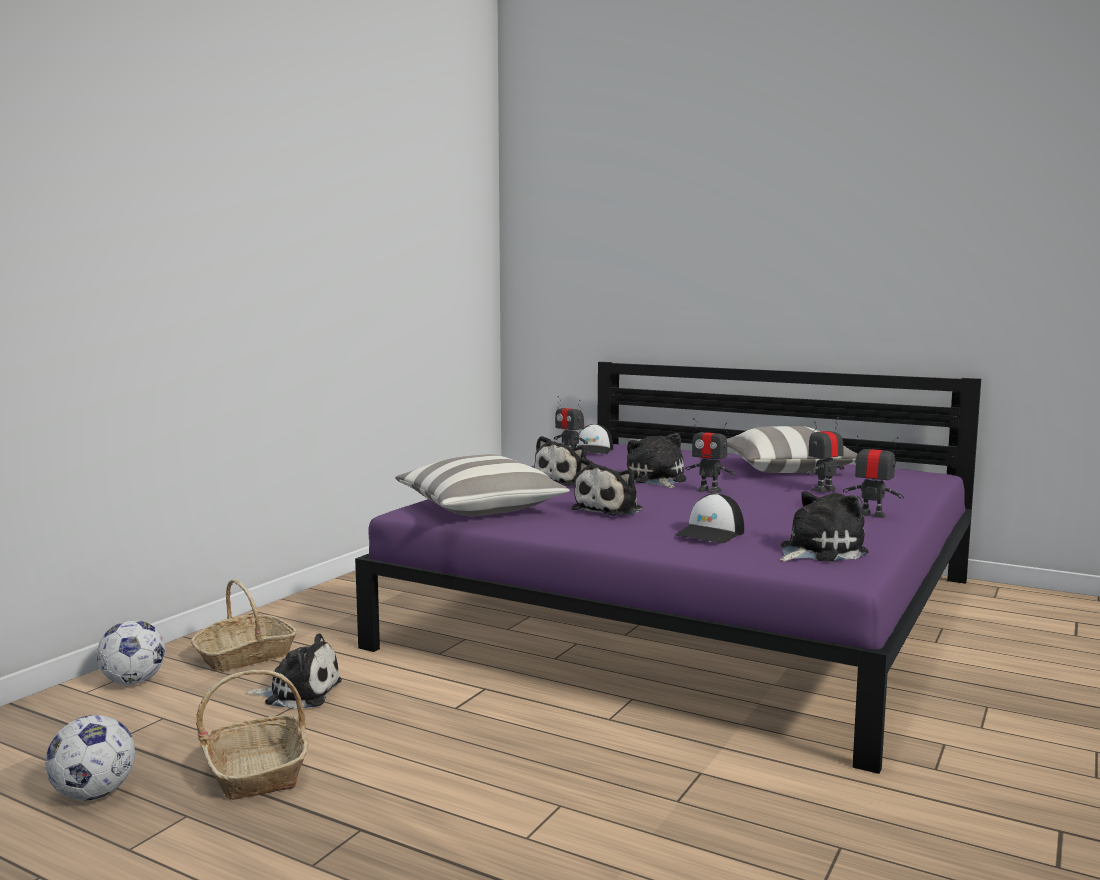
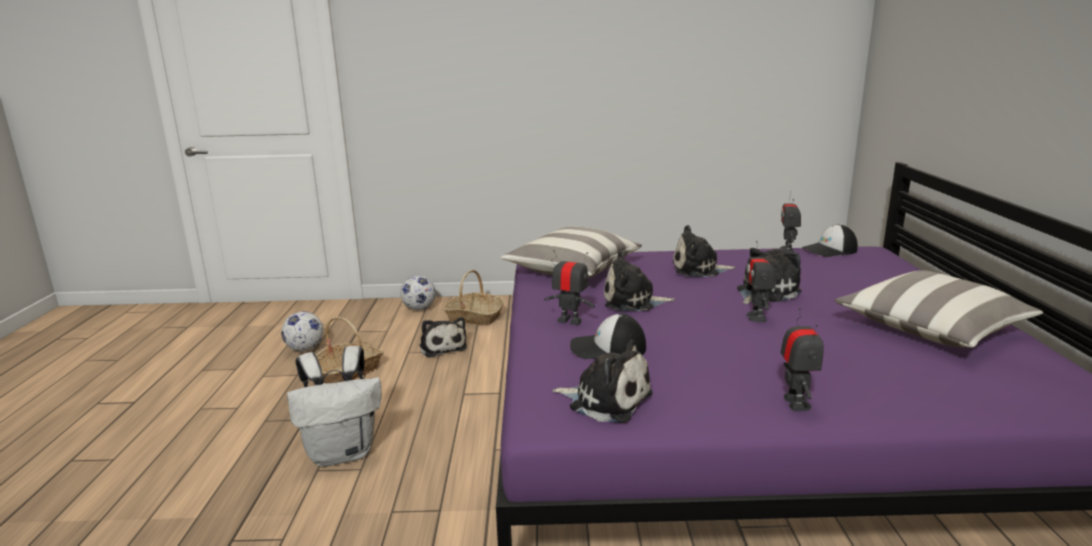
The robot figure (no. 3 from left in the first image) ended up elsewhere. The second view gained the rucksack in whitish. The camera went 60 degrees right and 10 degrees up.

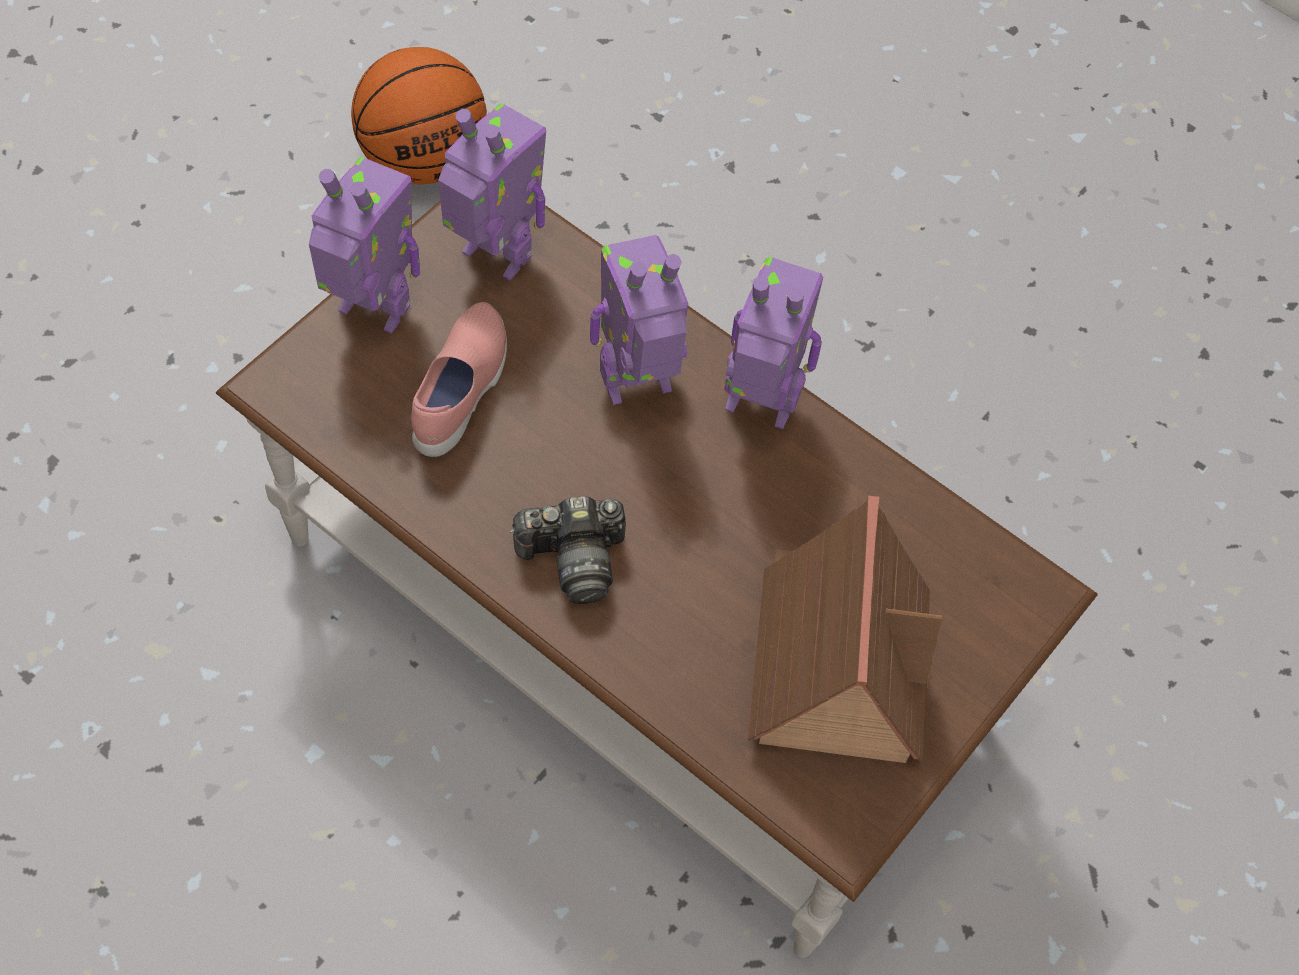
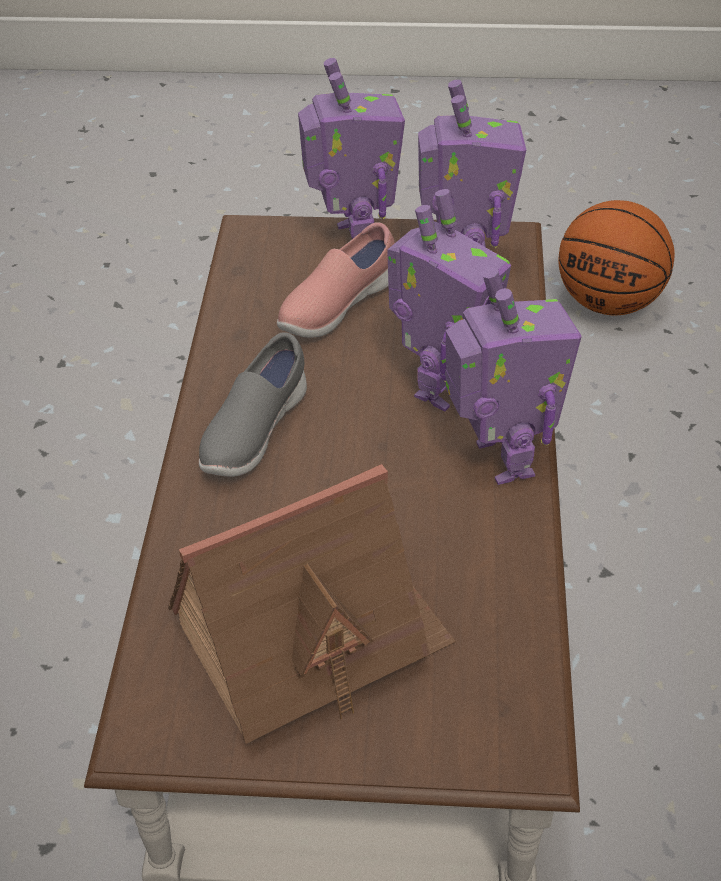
The robot figure (no. 3 from left in the first image) ended up facing another way, 90 degrees clockwise from before. The shoe in pink-coloured ended up facing another way, 150 degrees clockwise from before. Where the photo camera stood, the shoe in grey came to stand. The camera went 60 degrees right and 15 degrees down.

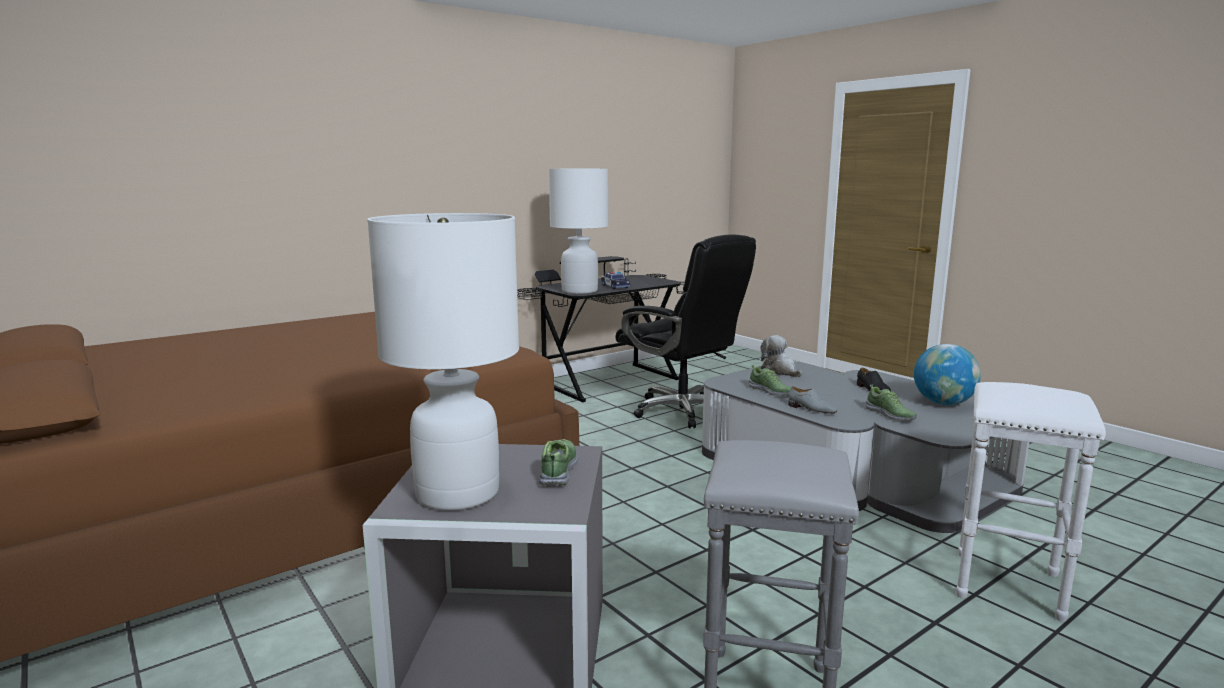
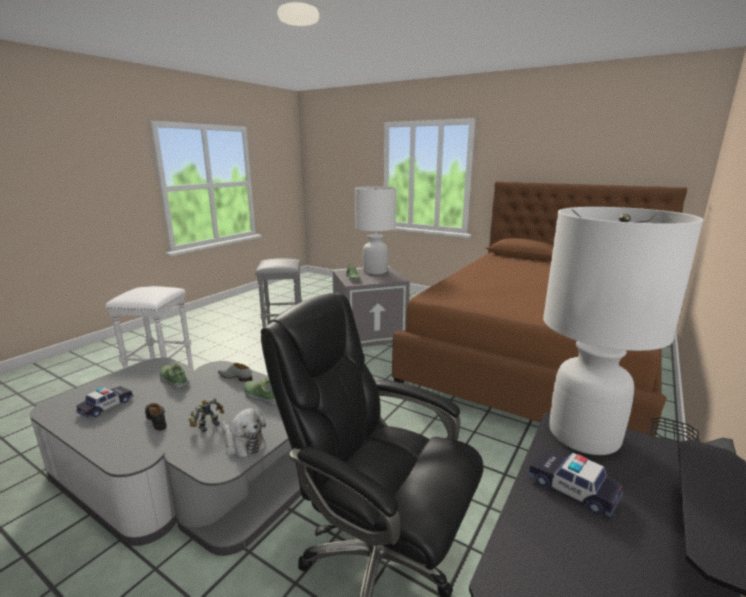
Where the desk globe stood, the model car (no. 1 from left) came to stand. The second view gained the robot figure. The camera went 160 degrees right and 5 degrees up.

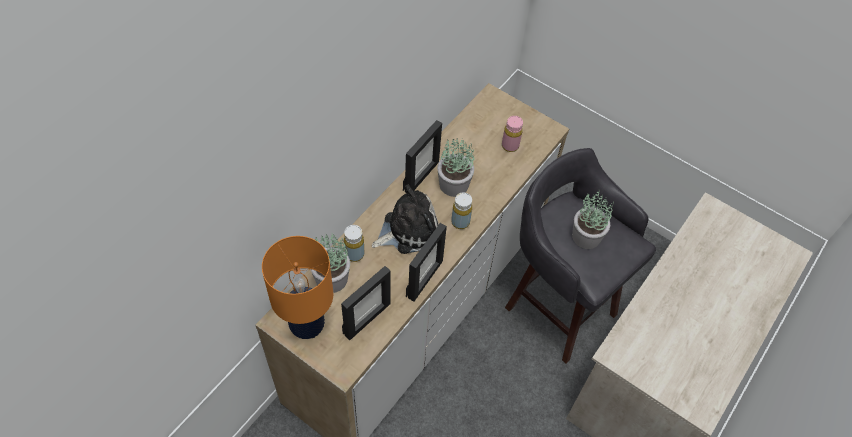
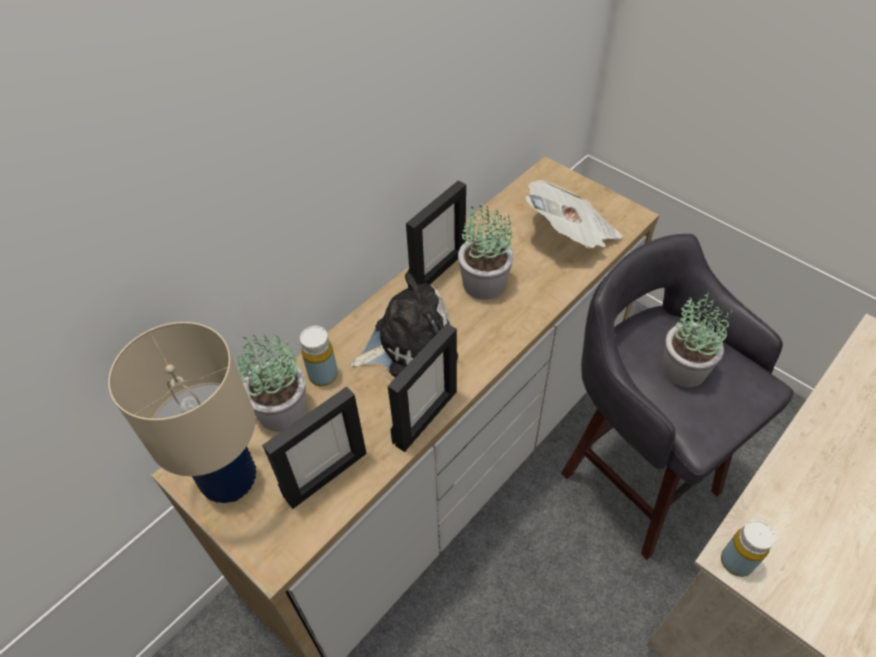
Where the drink bottle in pink-coloured stood, the daily paper came to stand. The drink bottle in yellow-coloured (no. 2 from left) ended up elsewhere. What was the table lamp in orange turned into the table lamp in sand-coloured. The camera went 10 degrees right and 5 degrees down.

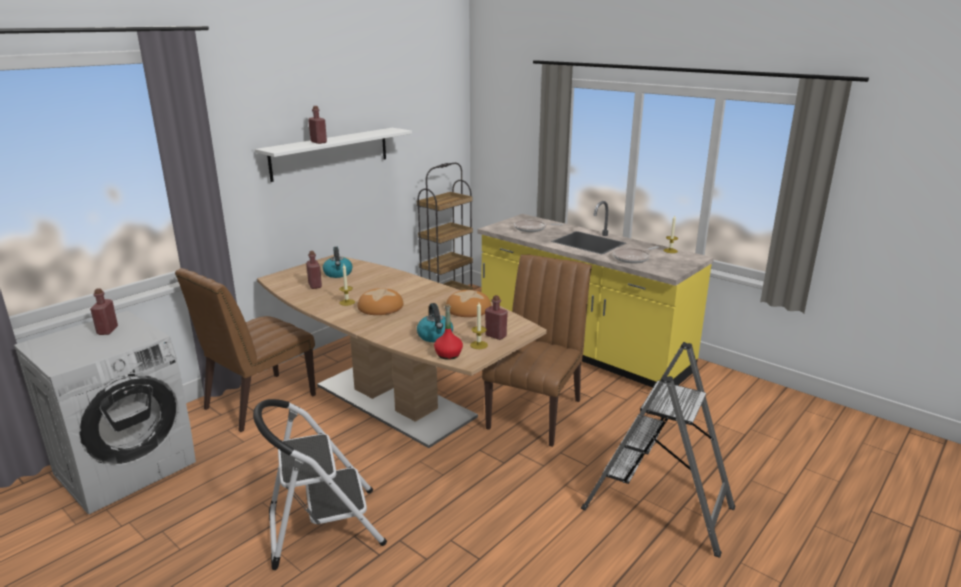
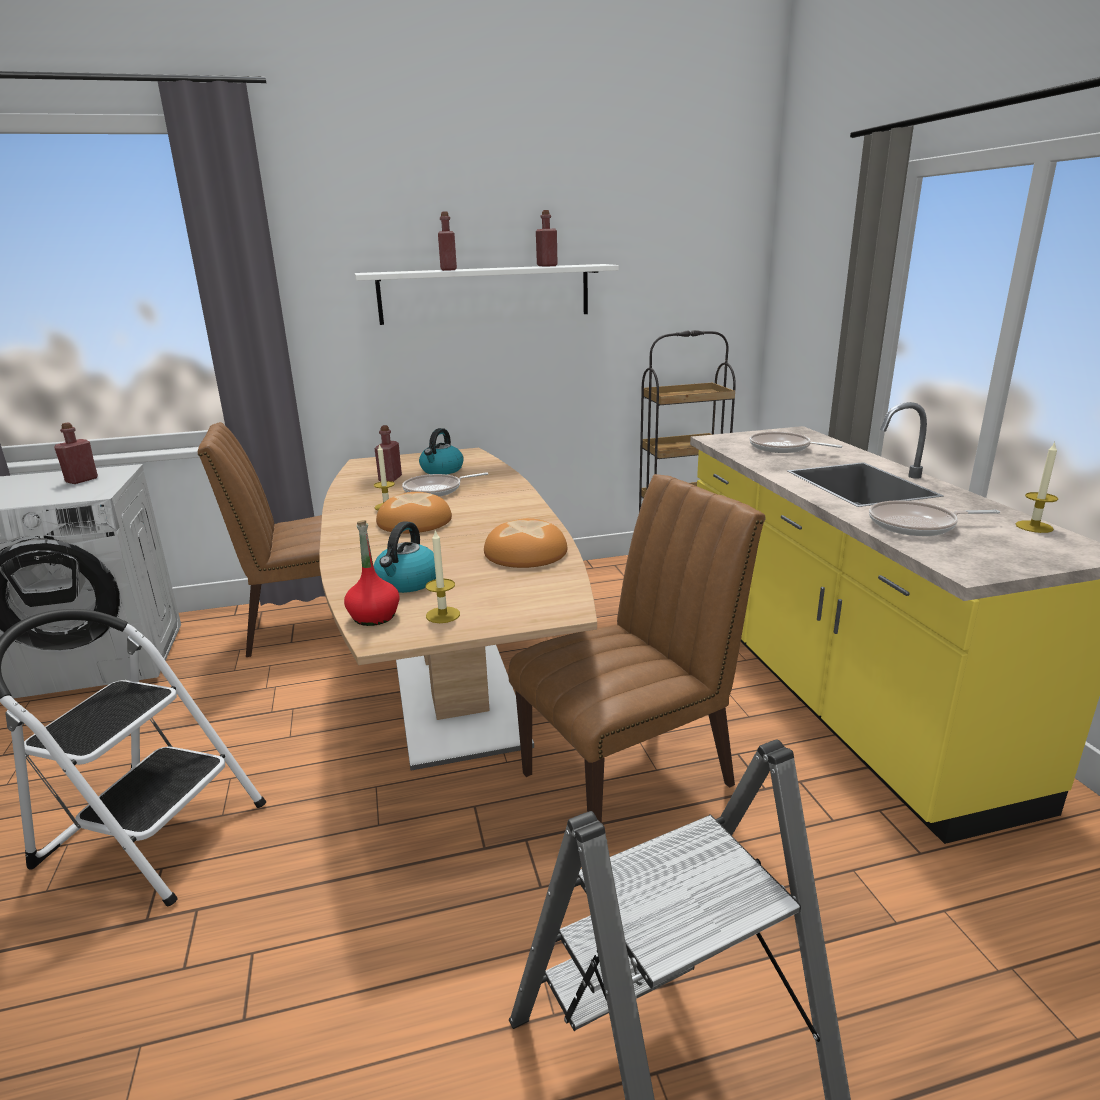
The drink bottle in red (no. 5 from left) ended up elsewhere. The second view gained the skillet (no. 1 from left). The camera went 35 degrees right and 0 degrees up.

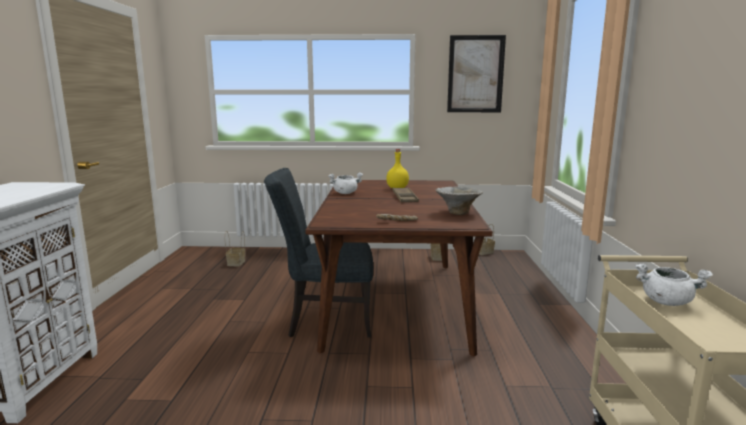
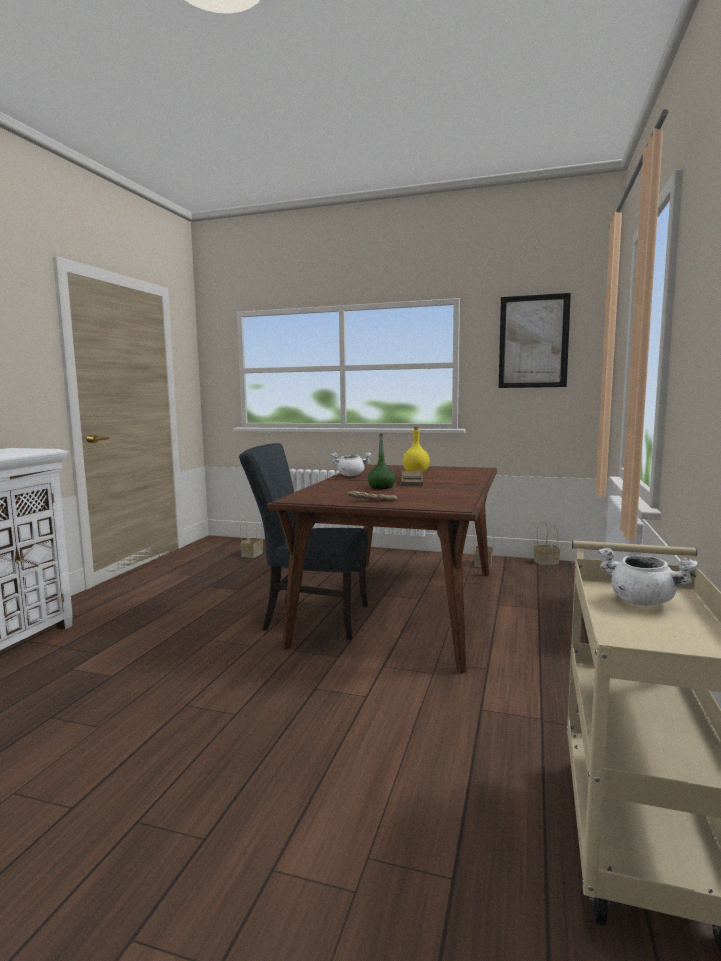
The second view lost the serving bowl. The second view gained the drink bottle in greenish. The camera went 15 degrees right and 5 degrees down.

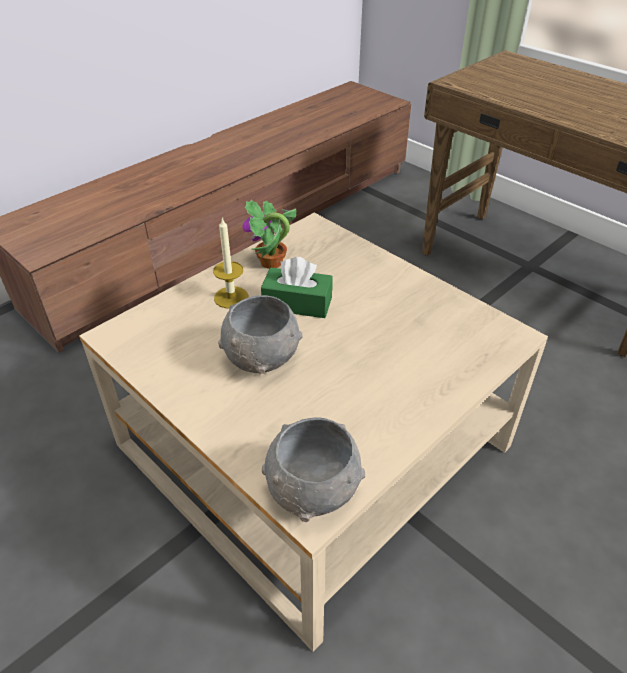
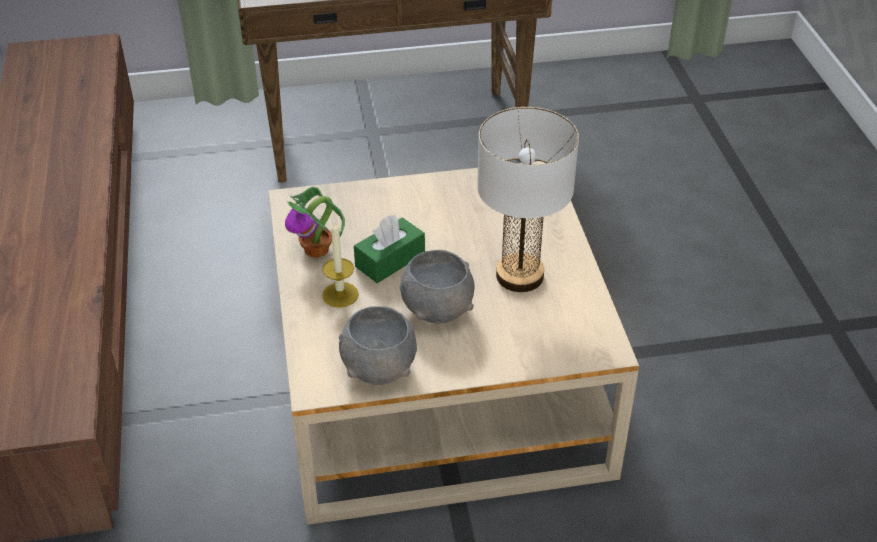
The serving bowl in grey (no. 2 from left in the first image) ended up elsewhere. The second view gained the table lamp. The camera went 55 degrees left and 0 degrees up.

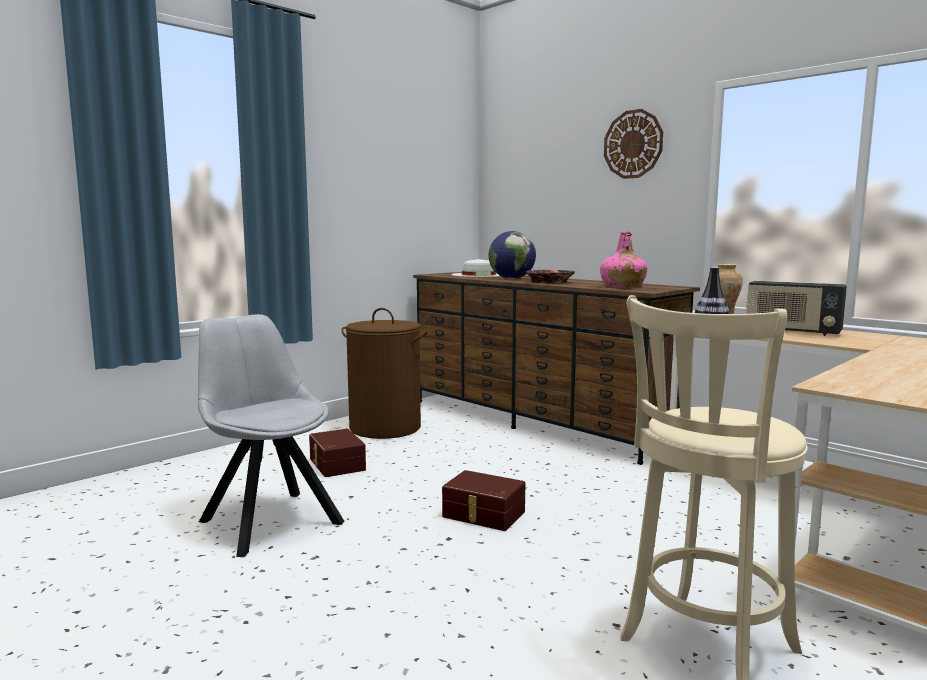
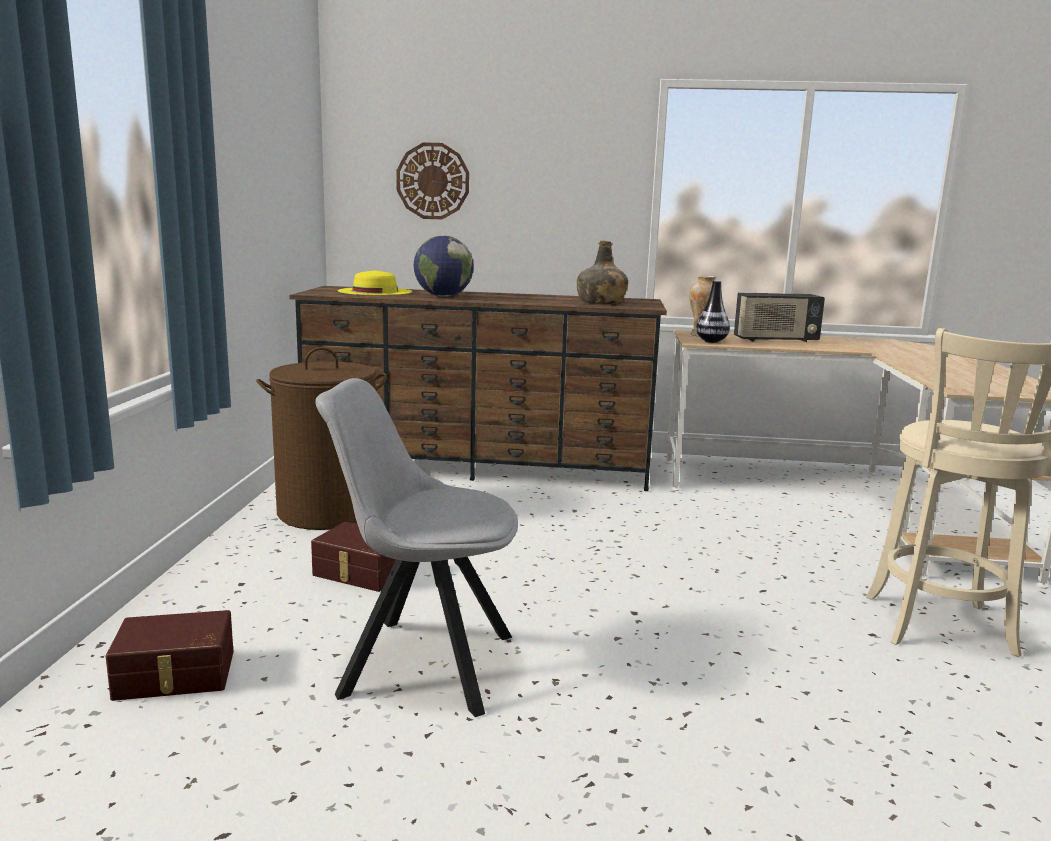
The hanging clock ended up elsewhere. What was the drink bottle in pink-coloured turned into the drink bottle in greenish. What was the hat in whitish turned into the hat in yellow-coloured. The second view lost the serving bowl. The storage container in brown-coloured (no. 2 from left in the first image) ended up elsewhere. The camera went 40 degrees left and 5 degrees up.

